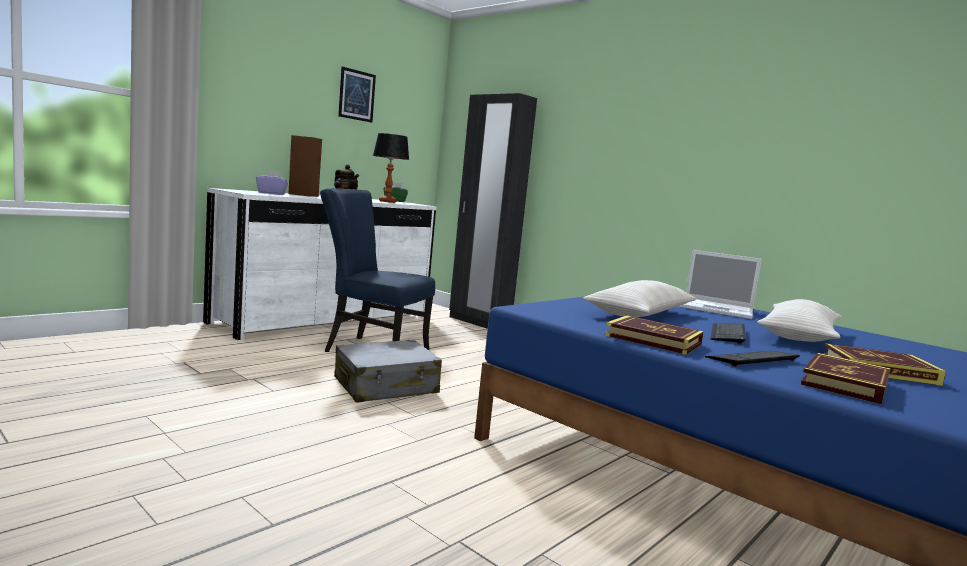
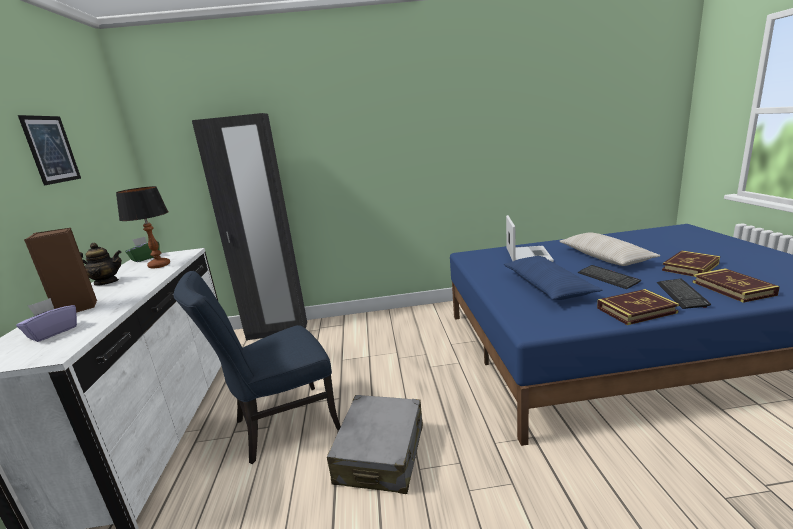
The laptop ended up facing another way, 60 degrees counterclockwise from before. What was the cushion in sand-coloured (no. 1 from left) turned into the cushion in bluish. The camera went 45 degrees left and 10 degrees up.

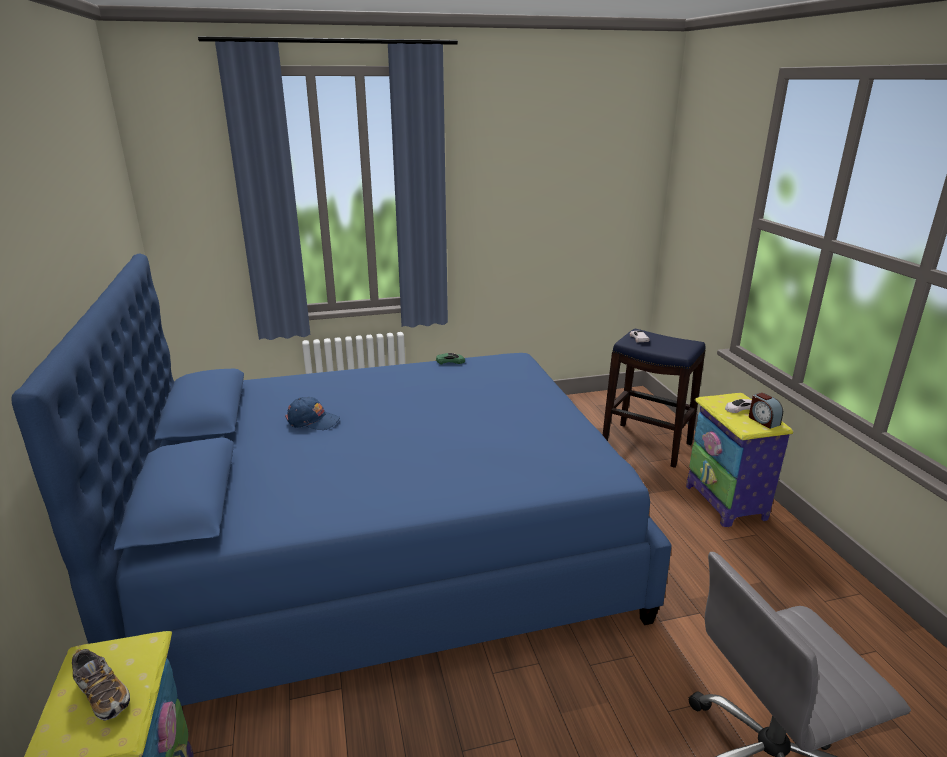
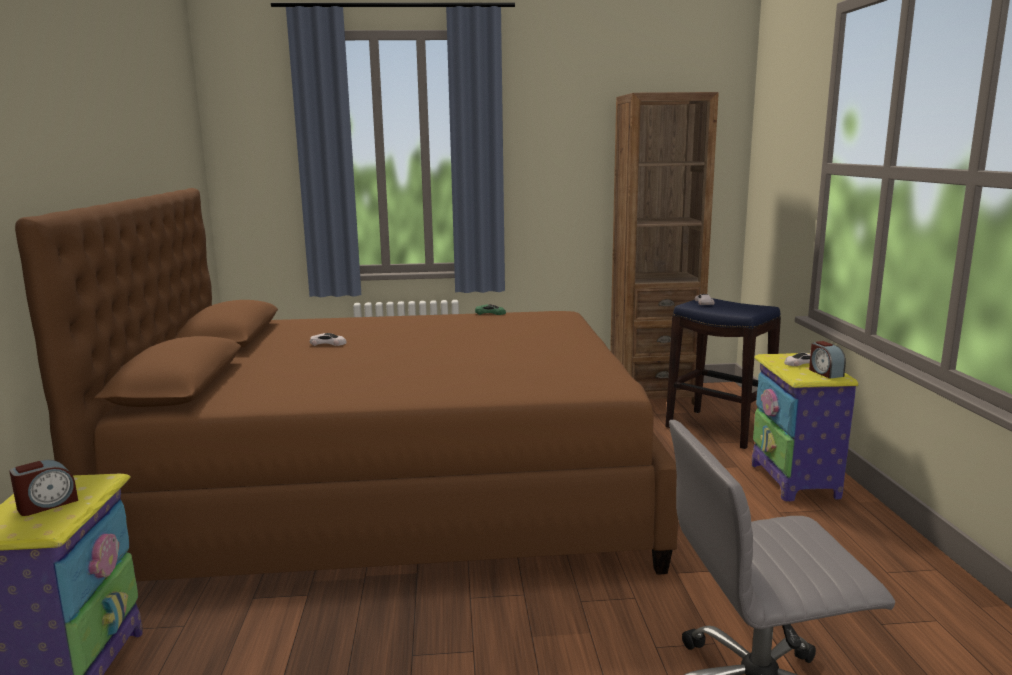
What was the bed in bluish turned into the bed in brown-coloured. Where the cap in bluish stood, the model car in whitish (no. 1 from left) came to stand. Where the shoe stood, the table clock (no. 1 from left) came to stand. The second view gained the bookshelf in brown-coloured. The camera went 10 degrees right and 10 degrees down.

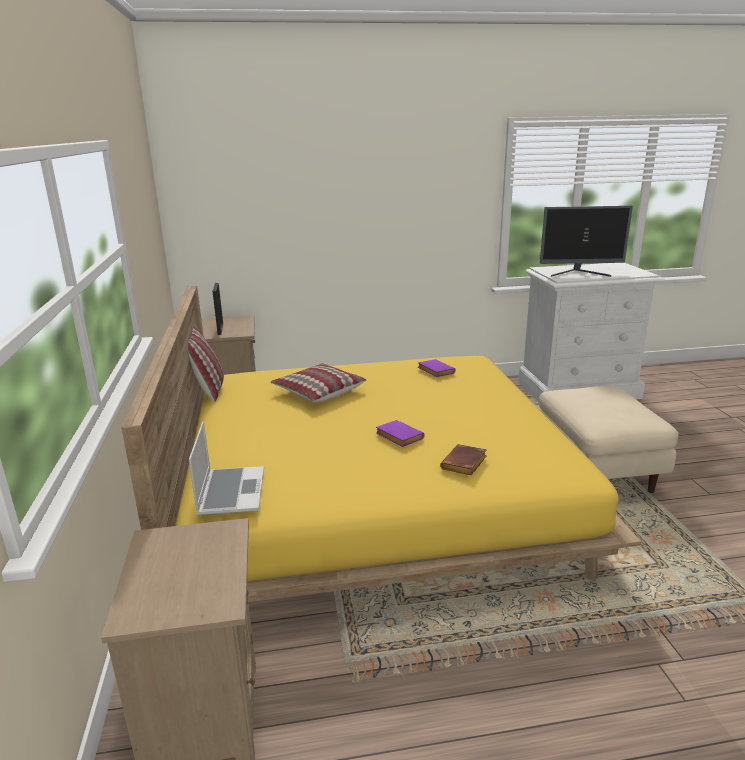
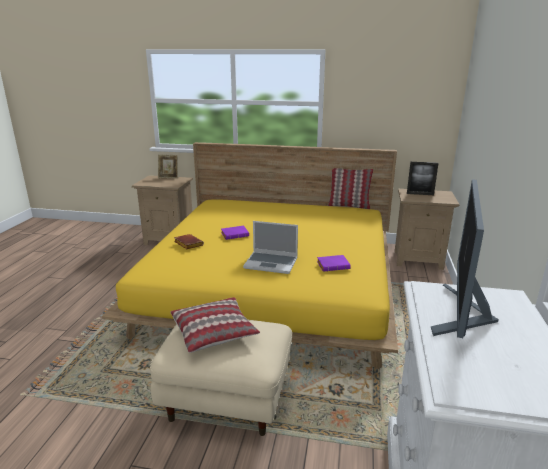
The cushion (no. 2 from left in the first image) ended up elsewhere. The laptop ended up elsewhere. The second view gained the standing frame (no. 1 from left). The camera went 110 degrees right and 0 degrees up.

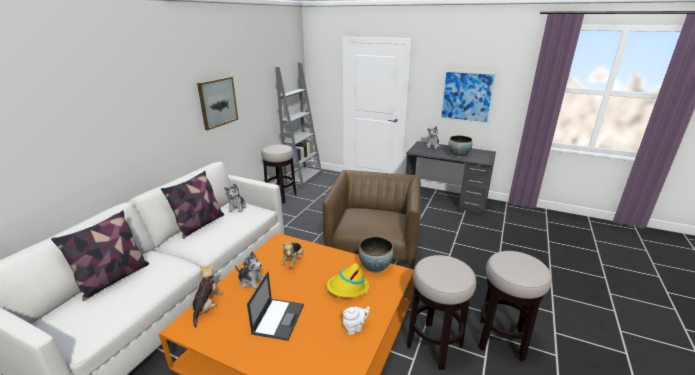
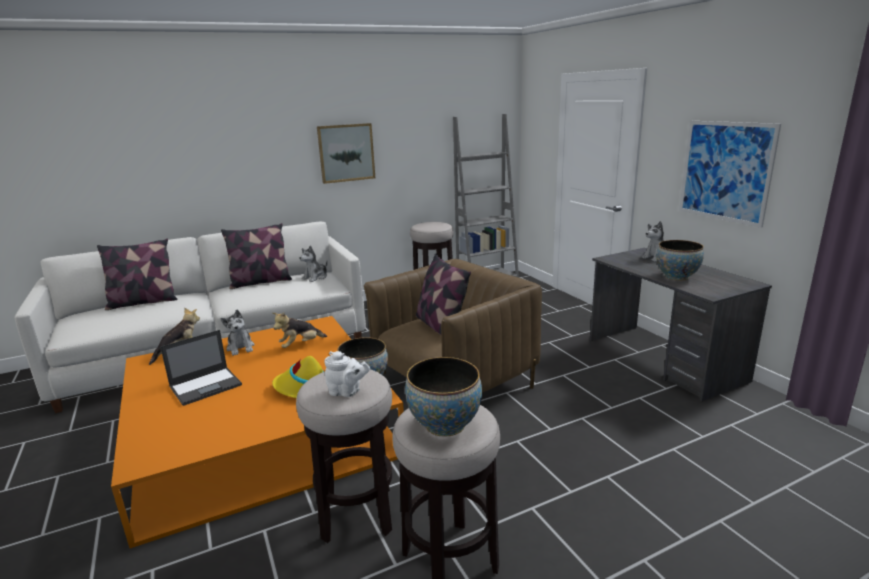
The teapot in whitish ended up elsewhere. The second view gained the cushion (no. 3 from left). The second view gained the serving bowl (no. 2 from left). The camera went 40 degrees right and 5 degrees down.

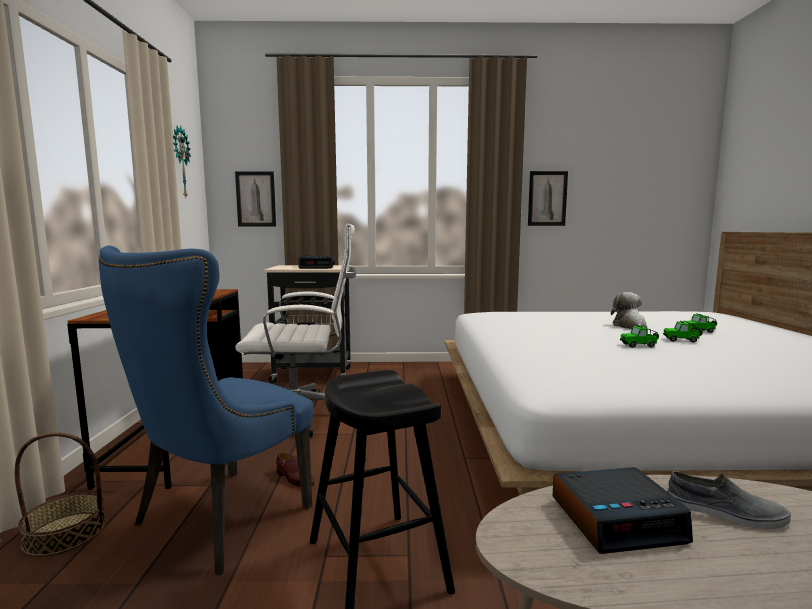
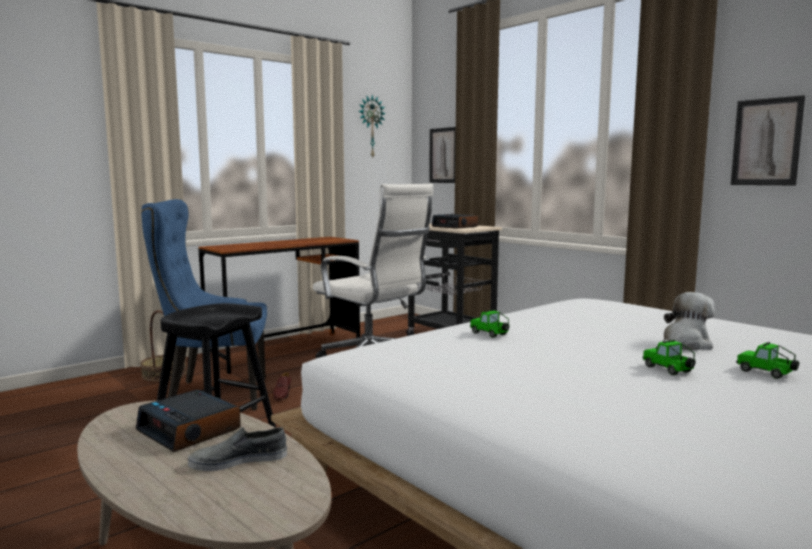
The model car (no. 1 from left) ended up elsewhere. The shoe in grey ended up facing another way, 90 degrees clockwise from before. The camera went 50 degrees right and 0 degrees up.

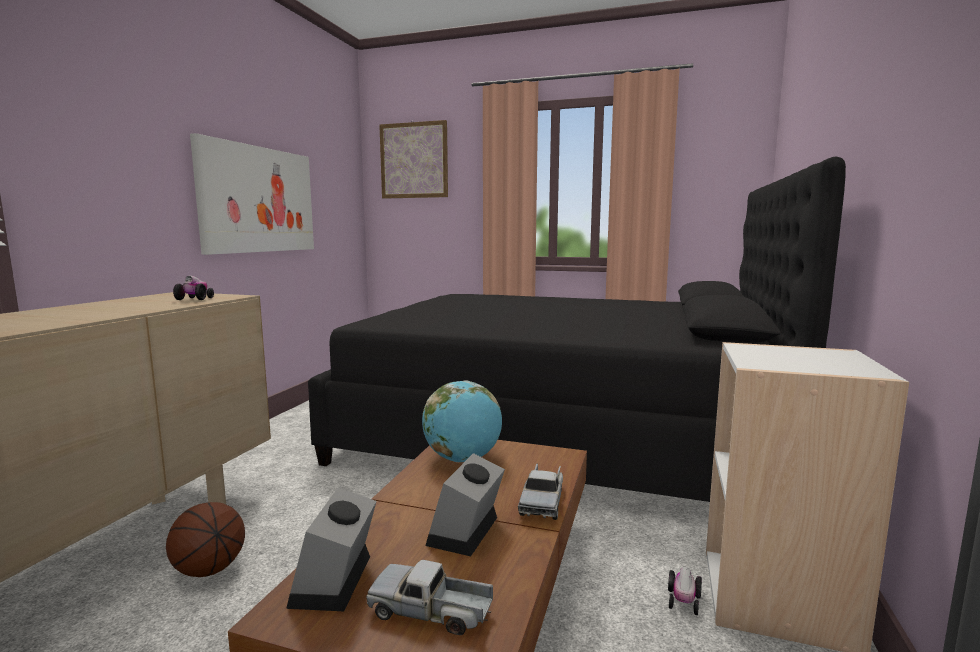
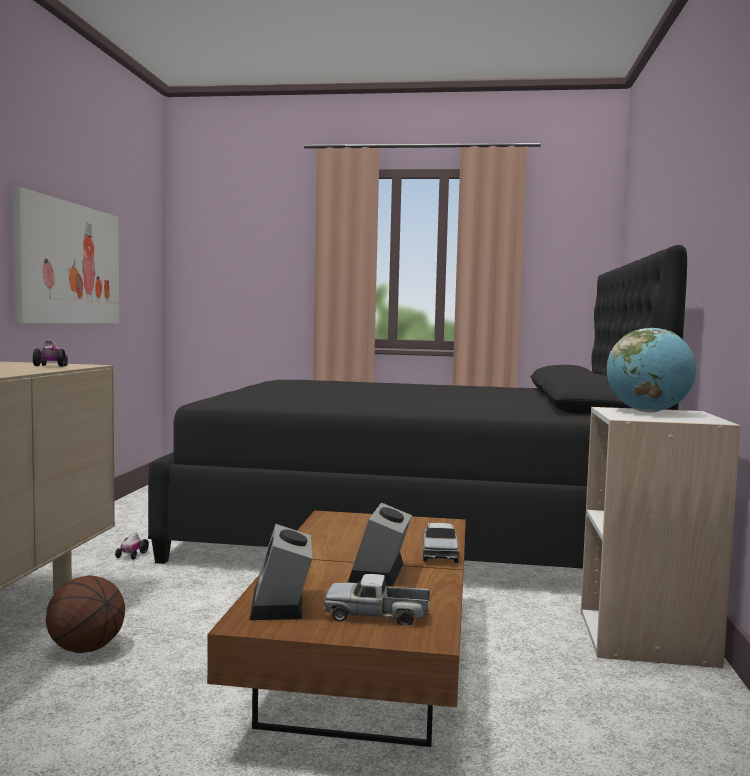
The second view lost the picture (no. 2 from left). The desk globe ended up elsewhere. The model car (no. 2 from left) ended up elsewhere. The camera went 10 degrees left and 5 degrees down.

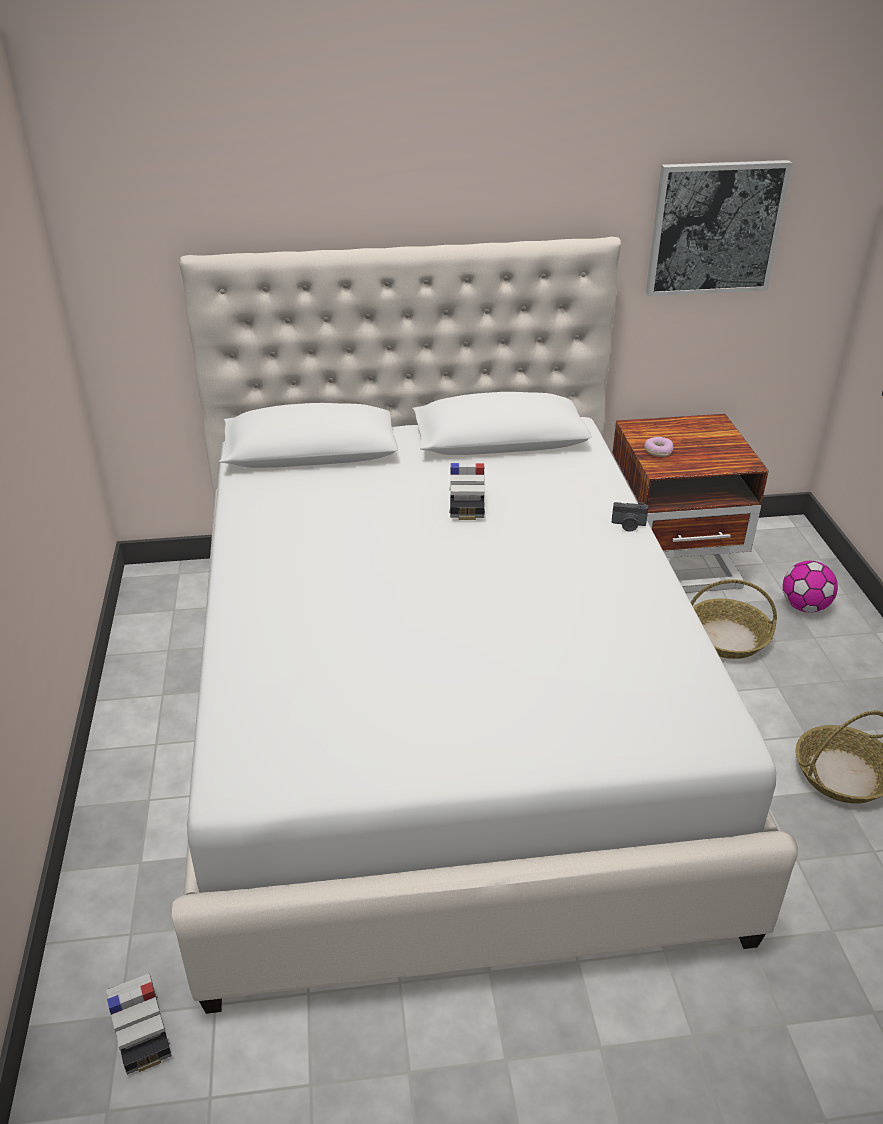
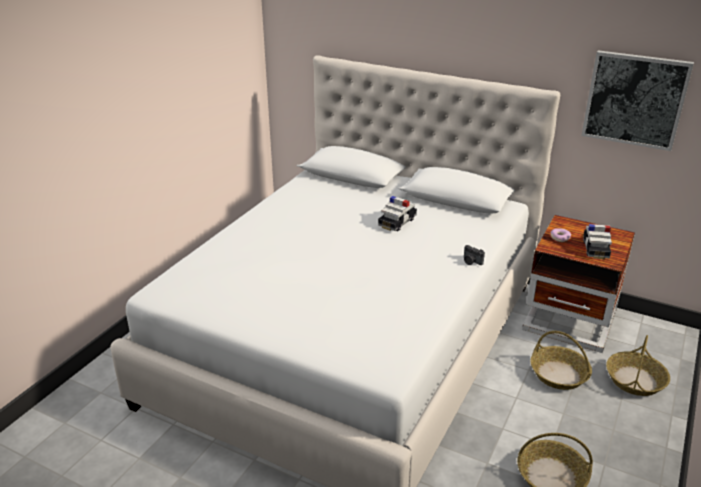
Where the ball for football stood, the basket (no. 3 from left) came to stand. The model car (no. 1 from left in the first image) ended up elsewhere. The camera went 35 degrees right and 5 degrees down.

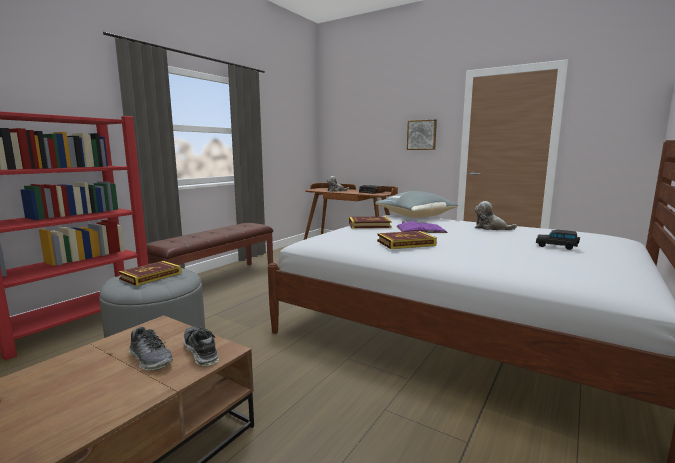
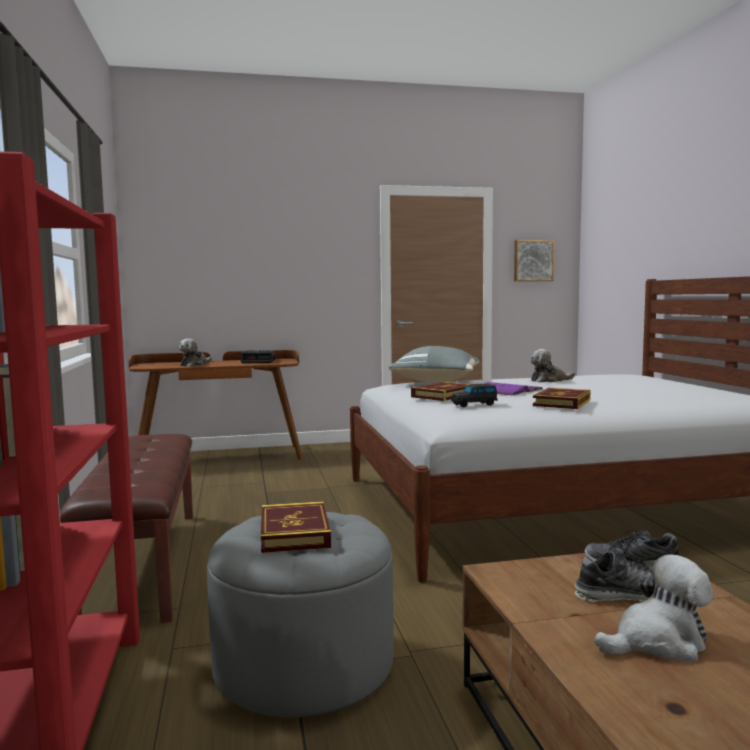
The picture ended up elsewhere. The model car in blackish ended up elsewhere. The second view gained the plush toy (no. 3 from left). The camera went 45 degrees left and 5 degrees down.

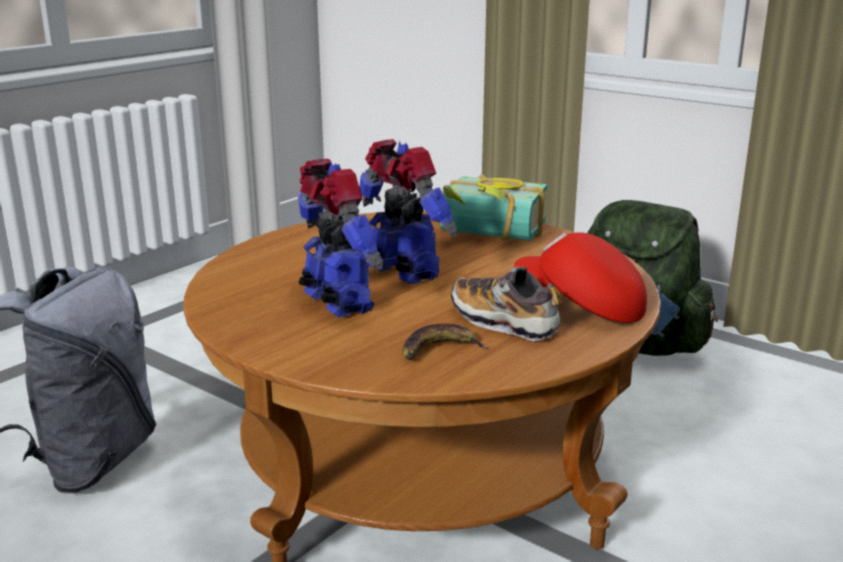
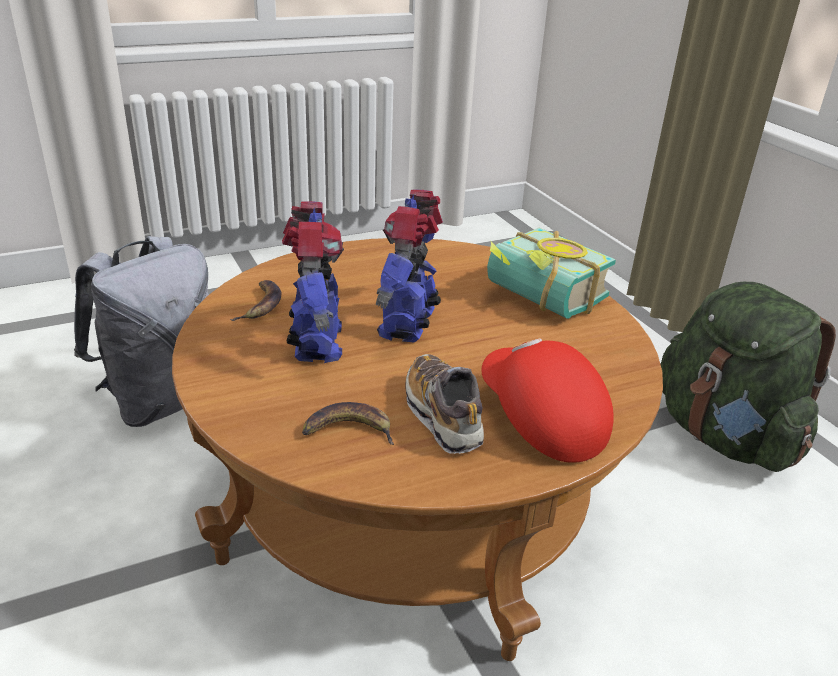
The robot figure (no. 2 from left) ended up facing another way, 150 degrees counterclockwise from before. The second view gained the whole banana (no. 1 from left). The camera went 25 degrees right and 10 degrees up.

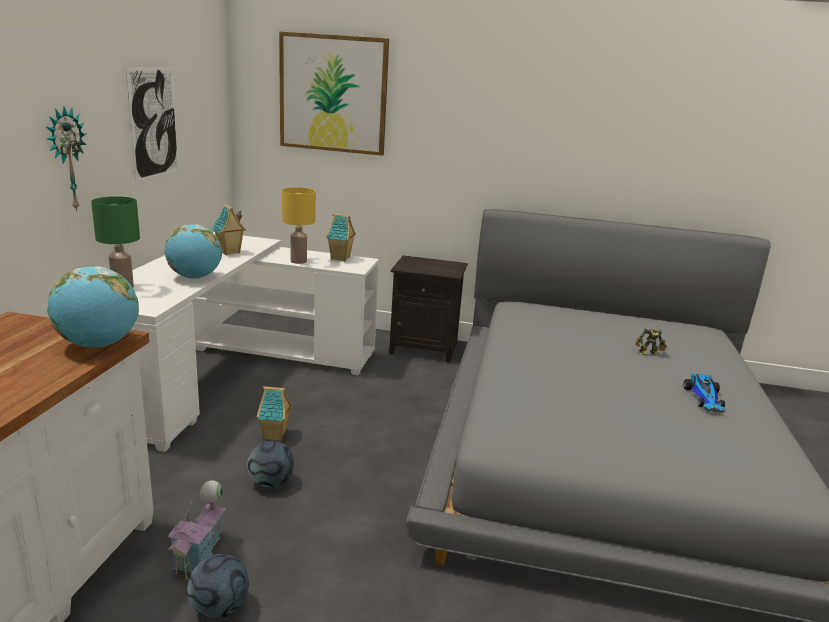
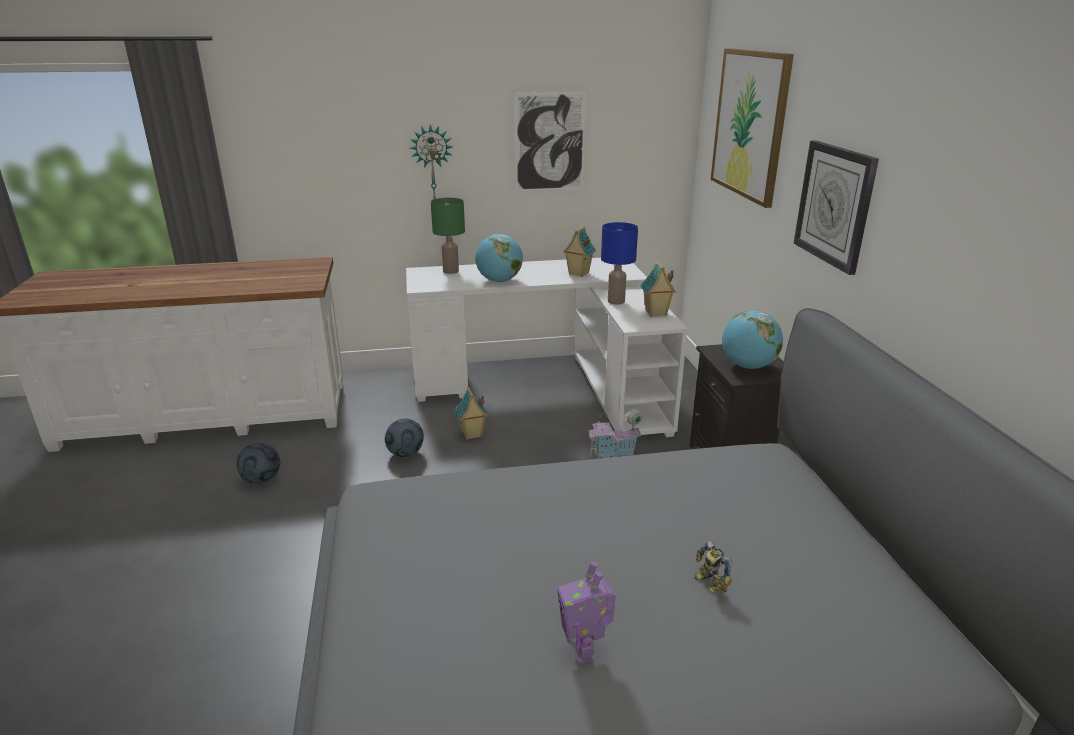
What was the table lamp in yellow-coloured turned into the table lamp in bluish. The desk globe (no. 1 from left in the first image) ended up elsewhere. Where the model car stood, the robot figure (no. 1 from left) came to stand. The toy house (no. 1 from left in the first image) ended up elsewhere. The second view gained the hanging clock (no. 2 from left). The camera went 70 degrees right and 5 degrees up.

